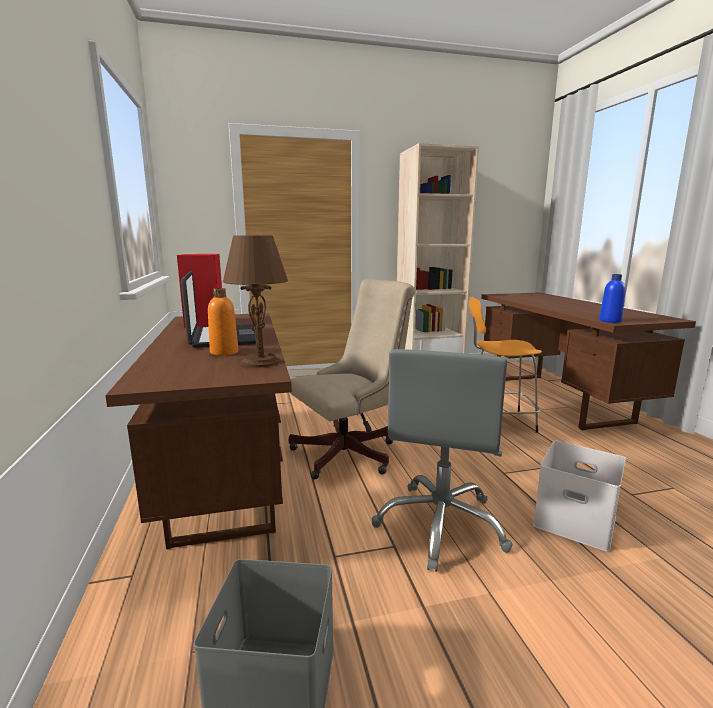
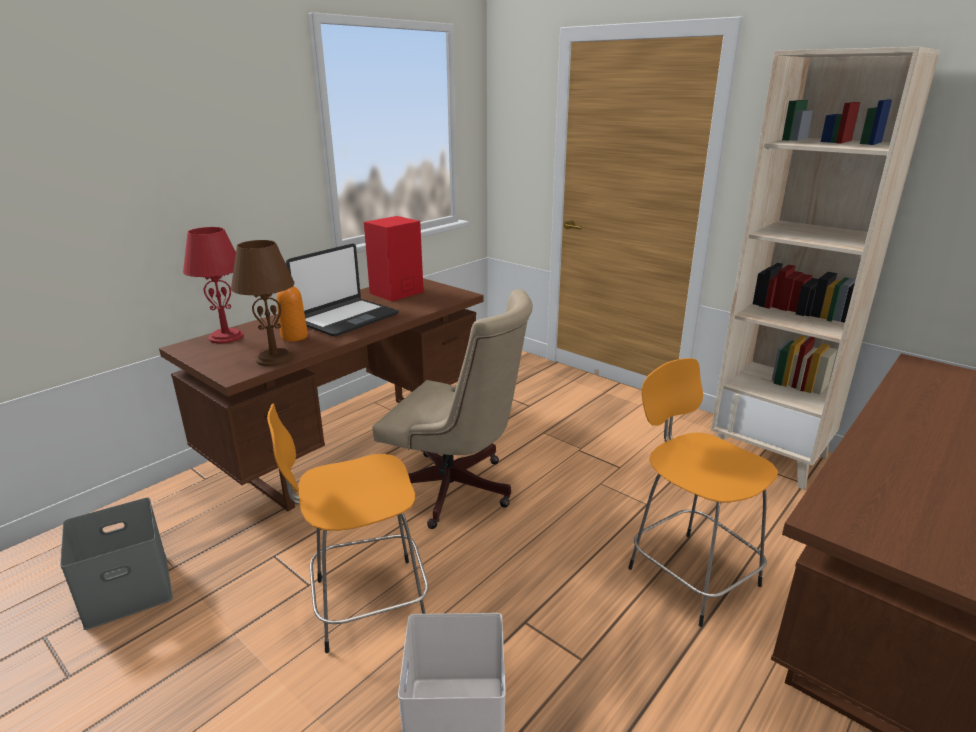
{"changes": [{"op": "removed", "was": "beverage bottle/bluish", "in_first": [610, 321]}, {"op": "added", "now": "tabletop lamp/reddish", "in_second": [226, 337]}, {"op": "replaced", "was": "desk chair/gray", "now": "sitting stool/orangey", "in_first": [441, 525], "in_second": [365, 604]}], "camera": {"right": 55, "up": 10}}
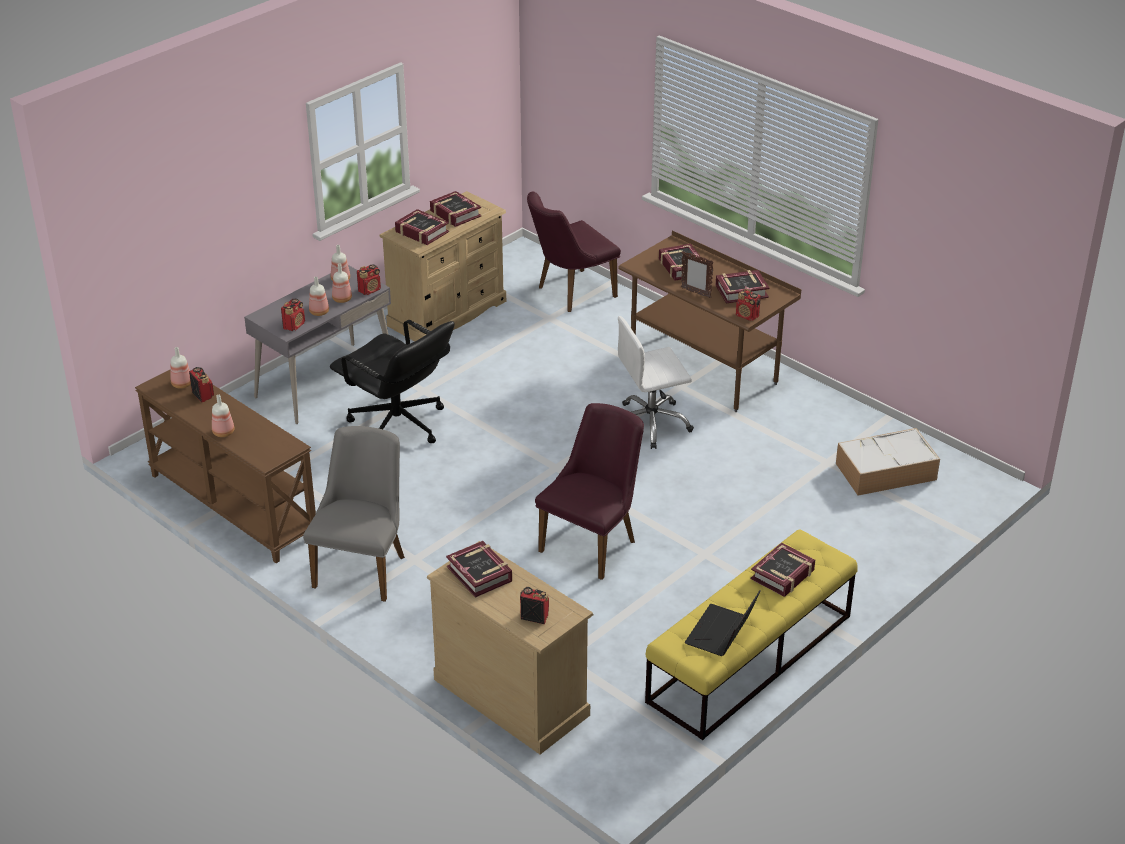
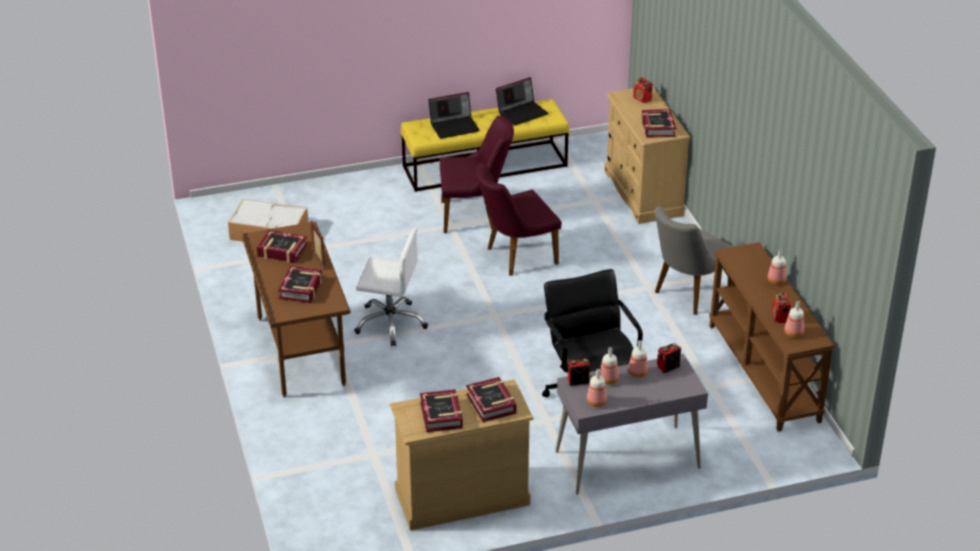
{"changes": [{"op": "removed", "was": "radio set", "in_first": [747, 316]}, {"op": "moved", "was": "chair/purple", "in_first": [570, 293], "in_second": [474, 215]}, {"op": "replaced", "was": "book", "now": "notebook computer", "in_first": [783, 575], "in_second": [454, 126]}], "camera": {"right": -150, "up": 0}}
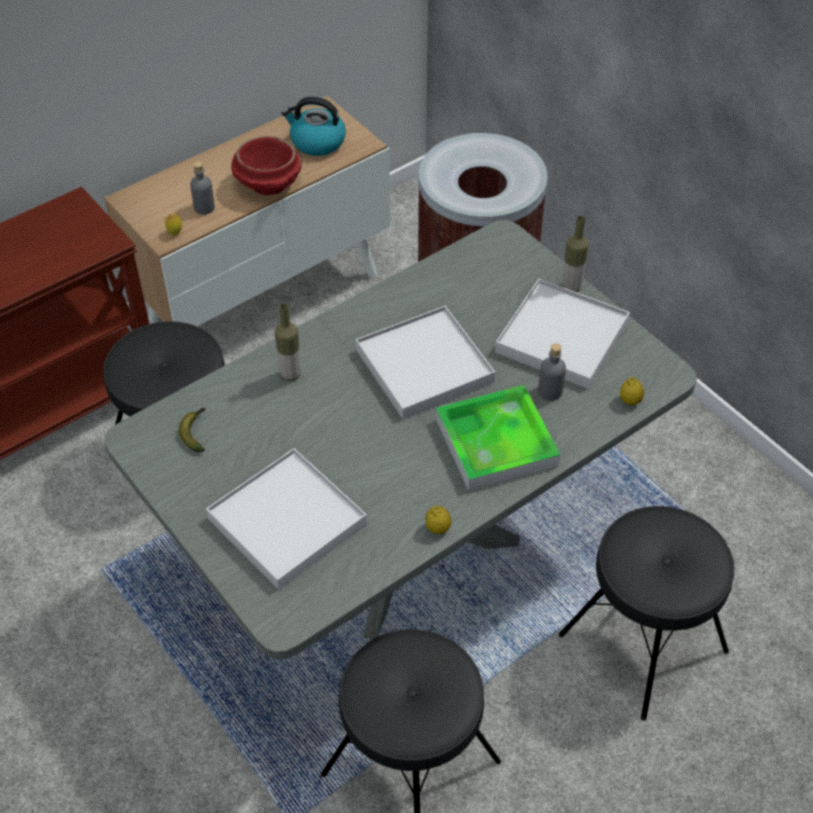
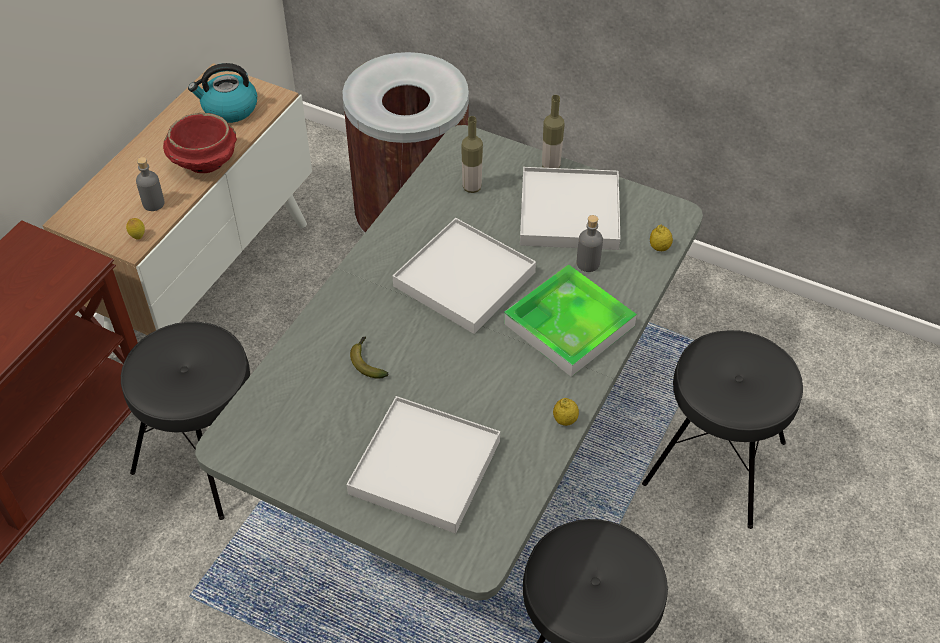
{"changes": [{"op": "moved", "was": "whole banana", "in_first": [195, 432], "in_second": [367, 361]}, {"op": "moved", "was": "beverage bottle", "in_first": [290, 374], "in_second": [472, 187]}], "camera": {"right": -25, "up": 0}}
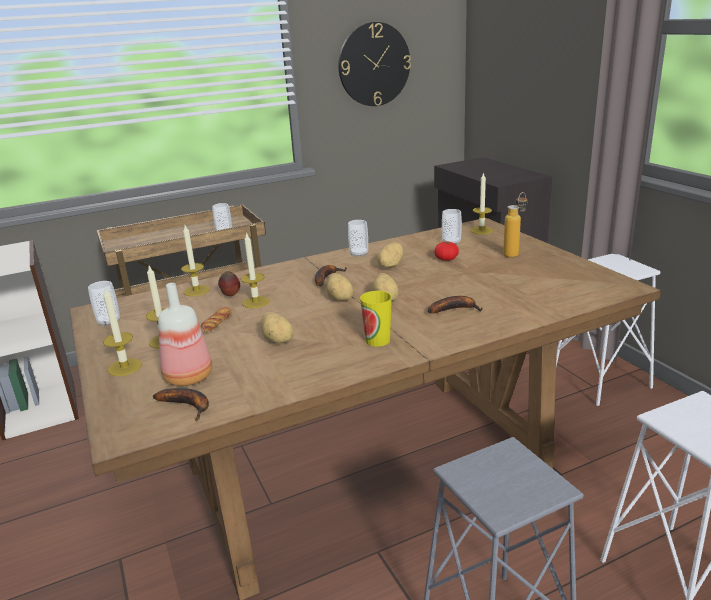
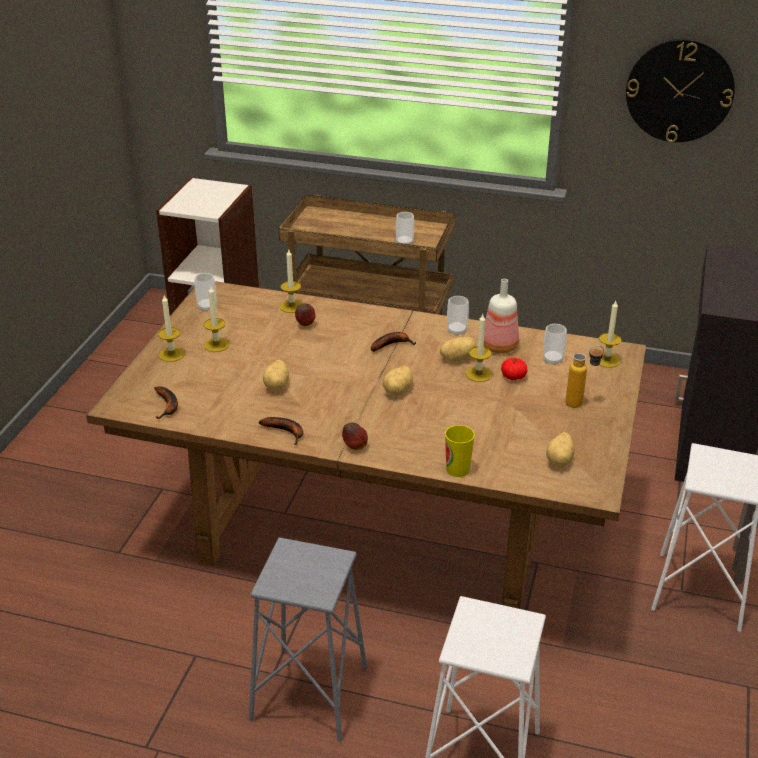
{"changes": [{"op": "removed", "was": "bakery bread", "in_first": [216, 323]}, {"op": "added", "now": "apple fruit", "in_second": [355, 447]}, {"op": "moved", "was": "beverage bottle", "in_first": [190, 377], "in_second": [500, 347]}, {"op": "moved", "was": "wax candle", "in_first": [255, 302], "in_second": [478, 374]}, {"op": "moved", "was": "spud", "in_first": [340, 298], "in_second": [560, 460]}, {"op": "moved", "was": "cup", "in_first": [377, 340], "in_second": [457, 469]}, {"op": "moved", "was": "whole banana", "in_first": [455, 309], "in_second": [286, 432]}], "camera": {"right": 40, "up": 10}}
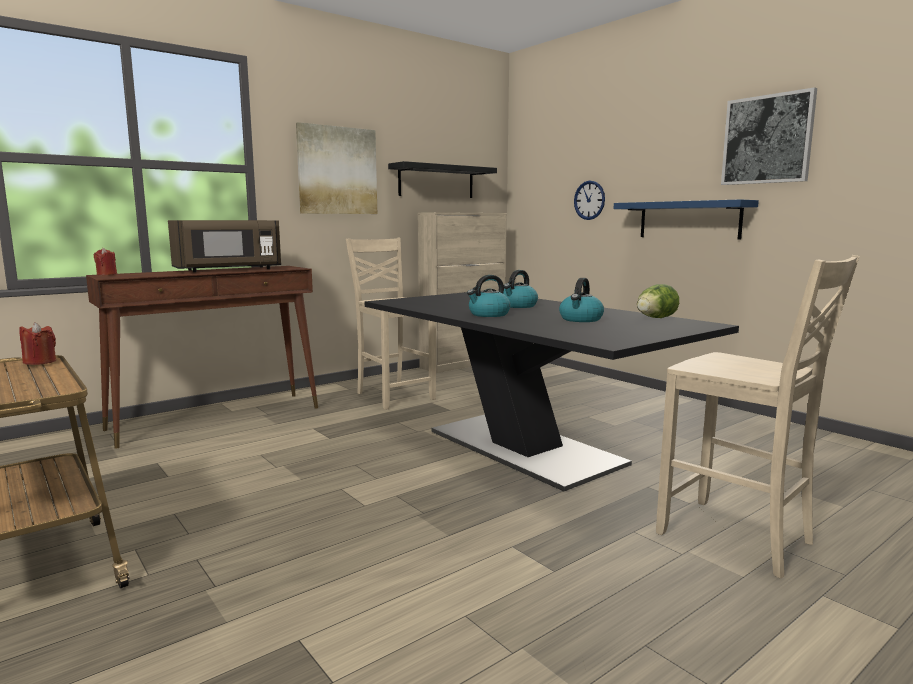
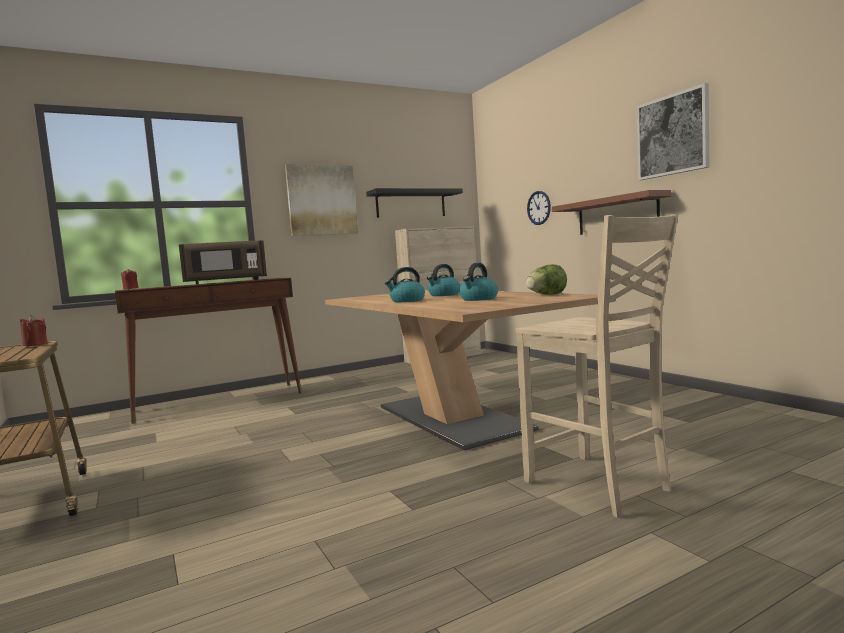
{"changes": [{"op": "removed", "was": "chair/beige-coloured", "in_first": [394, 396]}, {"op": "recoloured", "was": "dining table/black-coloured", "now": "dining table/beige-coloured", "in_first": [524, 448], "in_second": [451, 418]}, {"op": "recoloured", "was": "wall shelf/bluish", "now": "wall shelf/brownish", "in_first": [689, 220], "in_second": [617, 215]}], "camera": {"right": 10, "up": -5}}
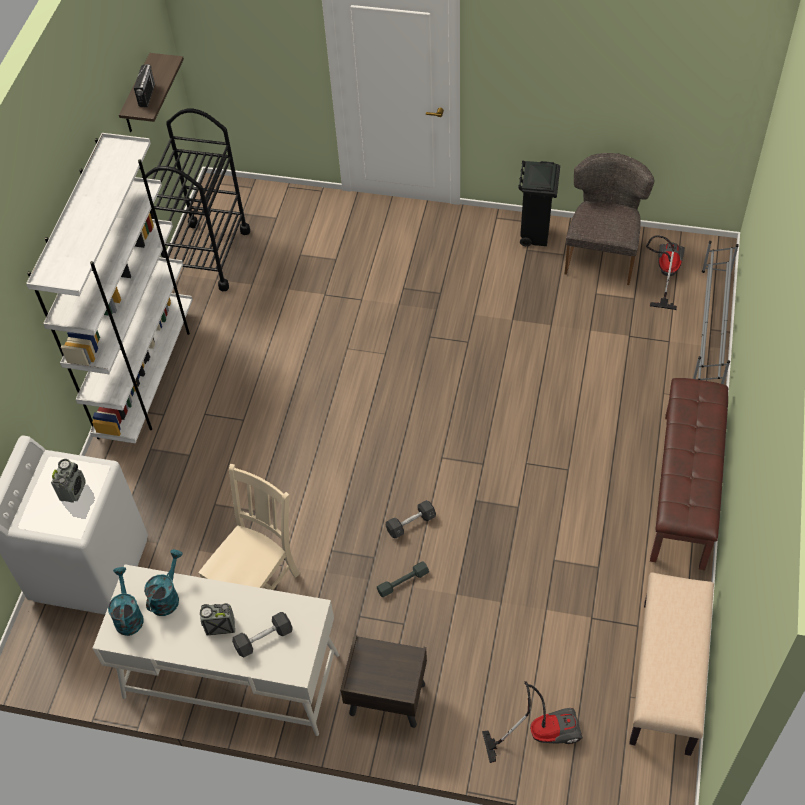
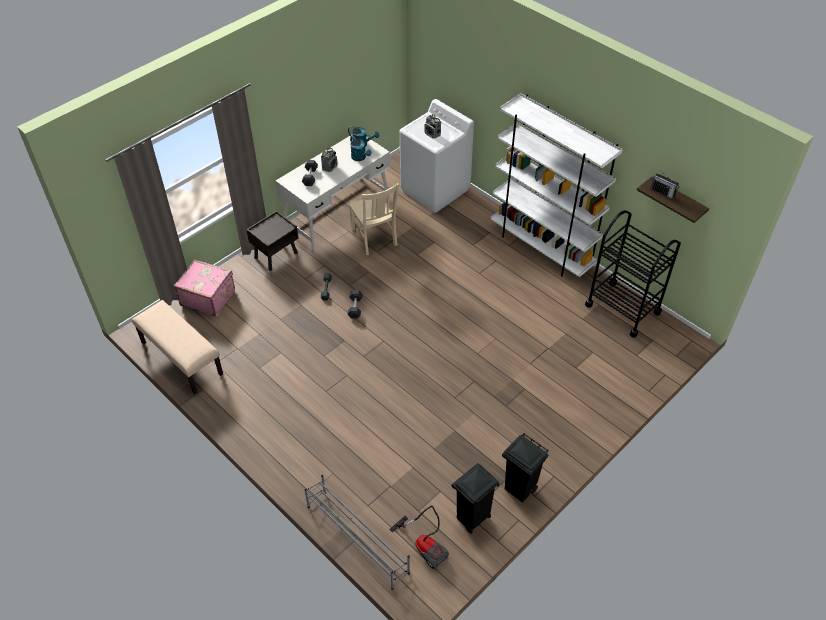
{"changes": [{"op": "removed", "was": "long seat/brownish", "in_first": [685, 490]}, {"op": "replaced", "was": "hoover", "now": "suitcase/pinkish", "in_first": [540, 732], "in_second": [208, 297]}, {"op": "replaced", "was": "chair/gray", "now": "trash can/black-coloured", "in_first": [602, 254], "in_second": [472, 519]}], "camera": {"right": 120, "up": -5}}
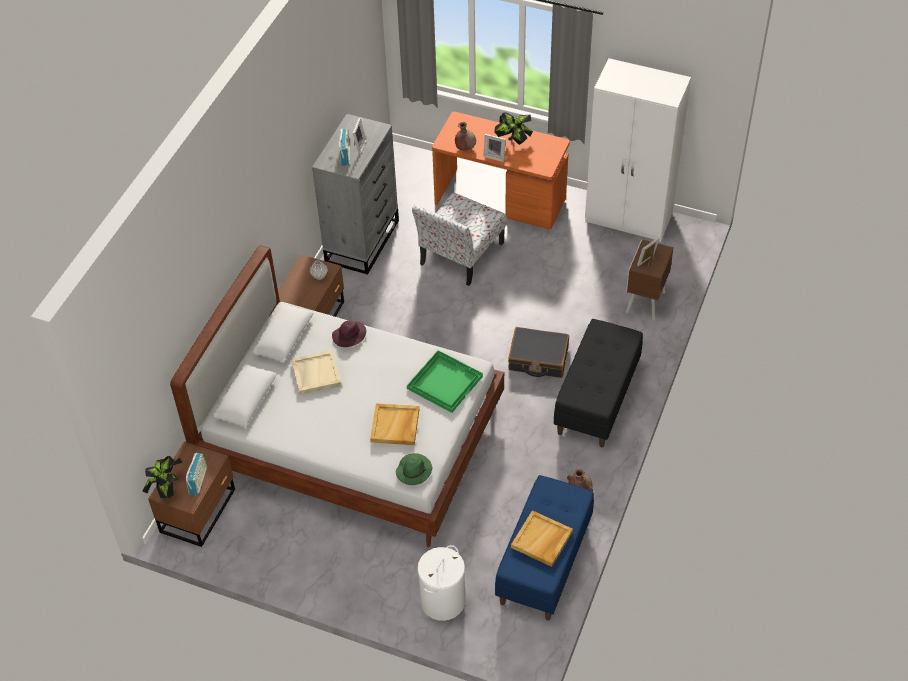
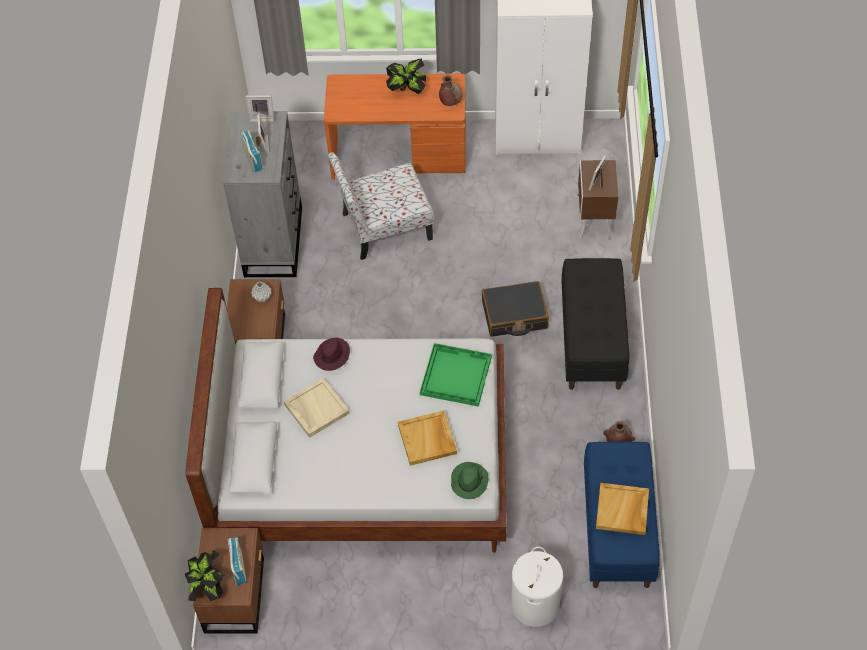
{"changes": [{"op": "moved", "was": "flower vase/brownish", "in_first": [465, 147], "in_second": [450, 102]}, {"op": "moved", "was": "picture frame", "in_first": [495, 156], "in_second": [262, 117]}, {"op": "turned", "was": "chair", "in_first": [460, 255], "in_second": [384, 227], "clockwise": 60}], "camera": {"right": -20, "up": 5}}
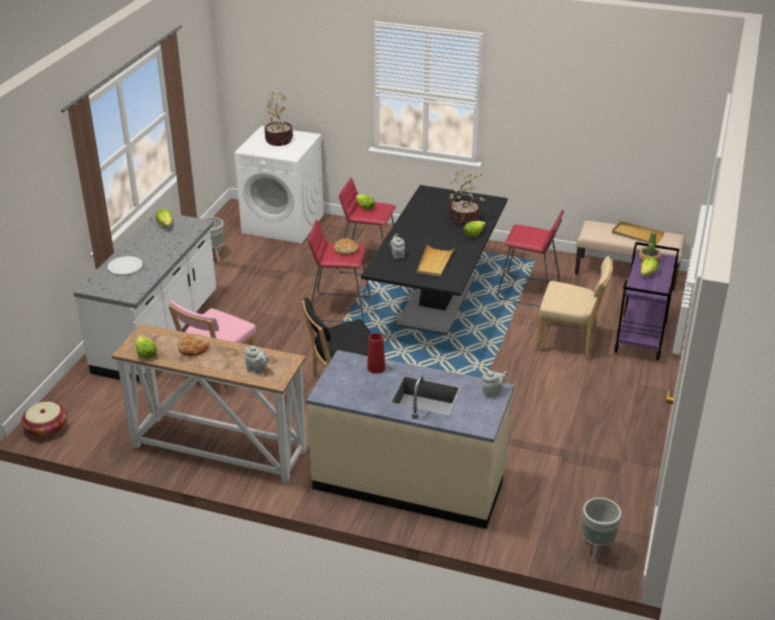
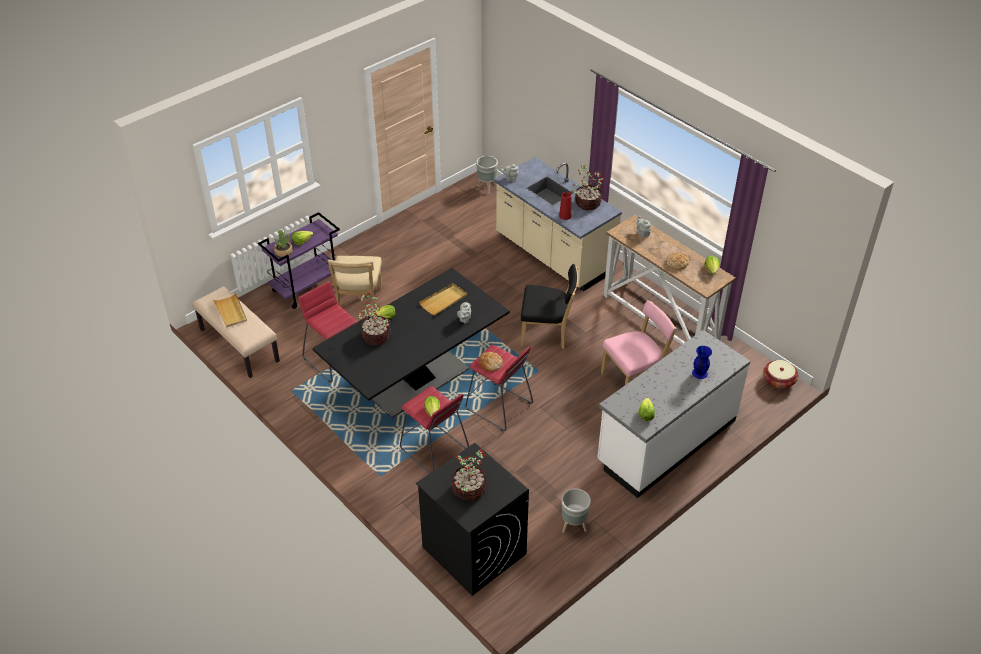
{"changes": [{"op": "added", "now": "houseplant", "in_second": [587, 203]}, {"op": "replaced", "was": "plate/white-coloured", "now": "flower vase/bluish", "in_first": [125, 266], "in_second": [699, 373]}, {"op": "recoloured", "was": "laundry machine/white-coloured", "now": "laundry machine/black-coloured", "in_first": [283, 224], "in_second": [473, 550]}, {"op": "turned", "was": "chair/beige-coloured", "in_first": [569, 342], "in_second": [359, 303], "clockwise": -135}], "camera": {"right": -150, "up": 10}}
